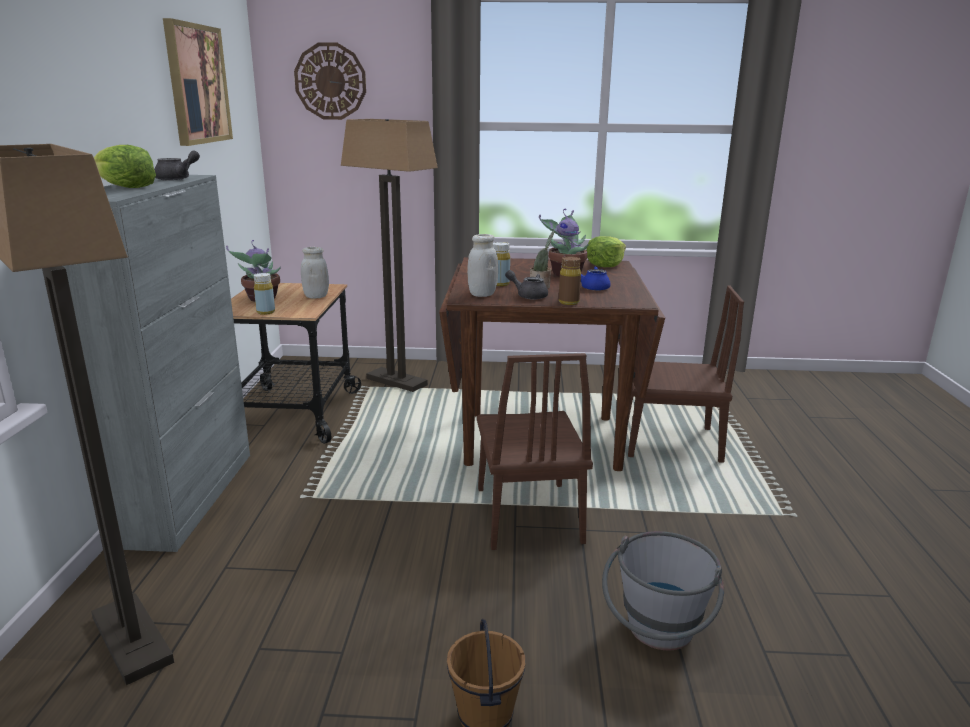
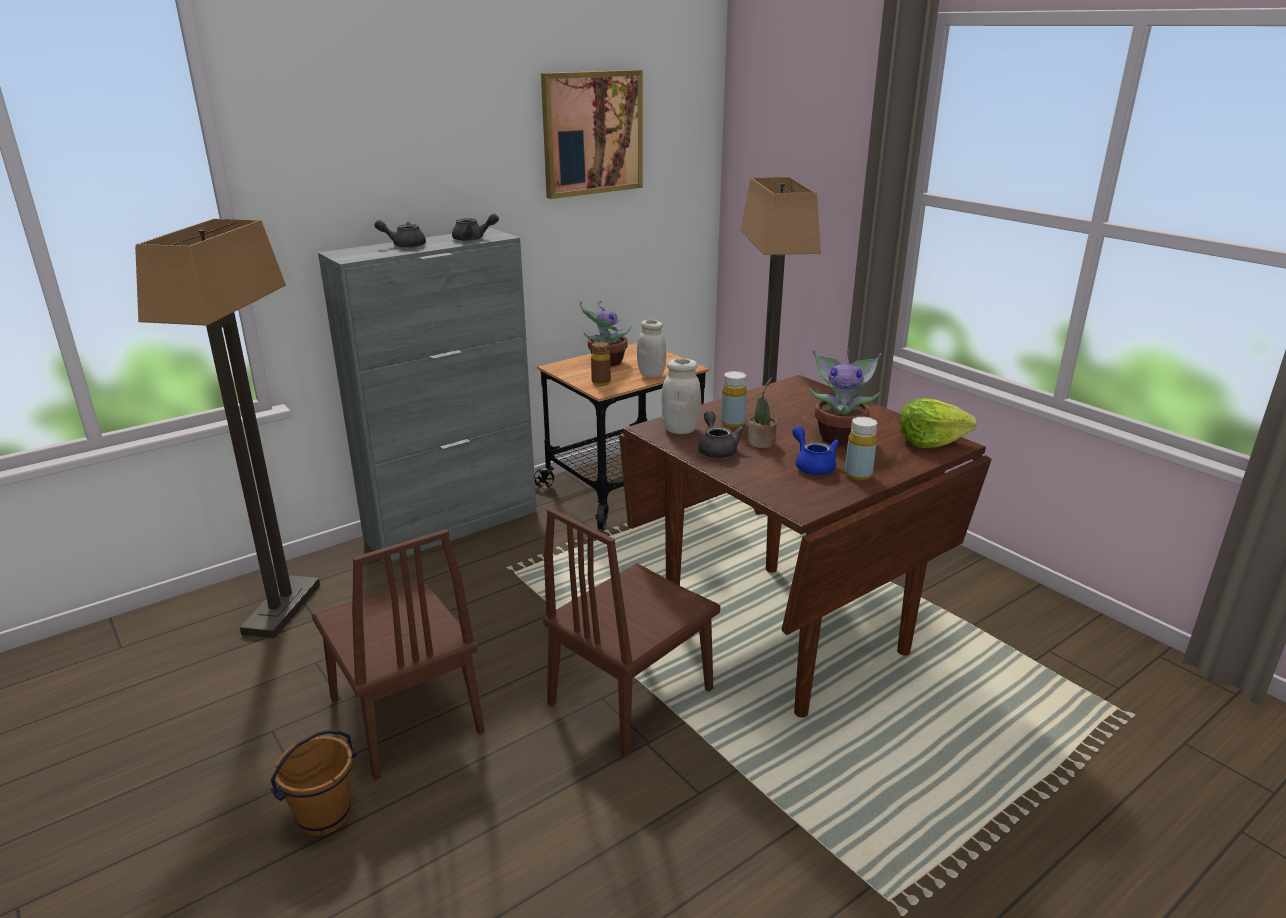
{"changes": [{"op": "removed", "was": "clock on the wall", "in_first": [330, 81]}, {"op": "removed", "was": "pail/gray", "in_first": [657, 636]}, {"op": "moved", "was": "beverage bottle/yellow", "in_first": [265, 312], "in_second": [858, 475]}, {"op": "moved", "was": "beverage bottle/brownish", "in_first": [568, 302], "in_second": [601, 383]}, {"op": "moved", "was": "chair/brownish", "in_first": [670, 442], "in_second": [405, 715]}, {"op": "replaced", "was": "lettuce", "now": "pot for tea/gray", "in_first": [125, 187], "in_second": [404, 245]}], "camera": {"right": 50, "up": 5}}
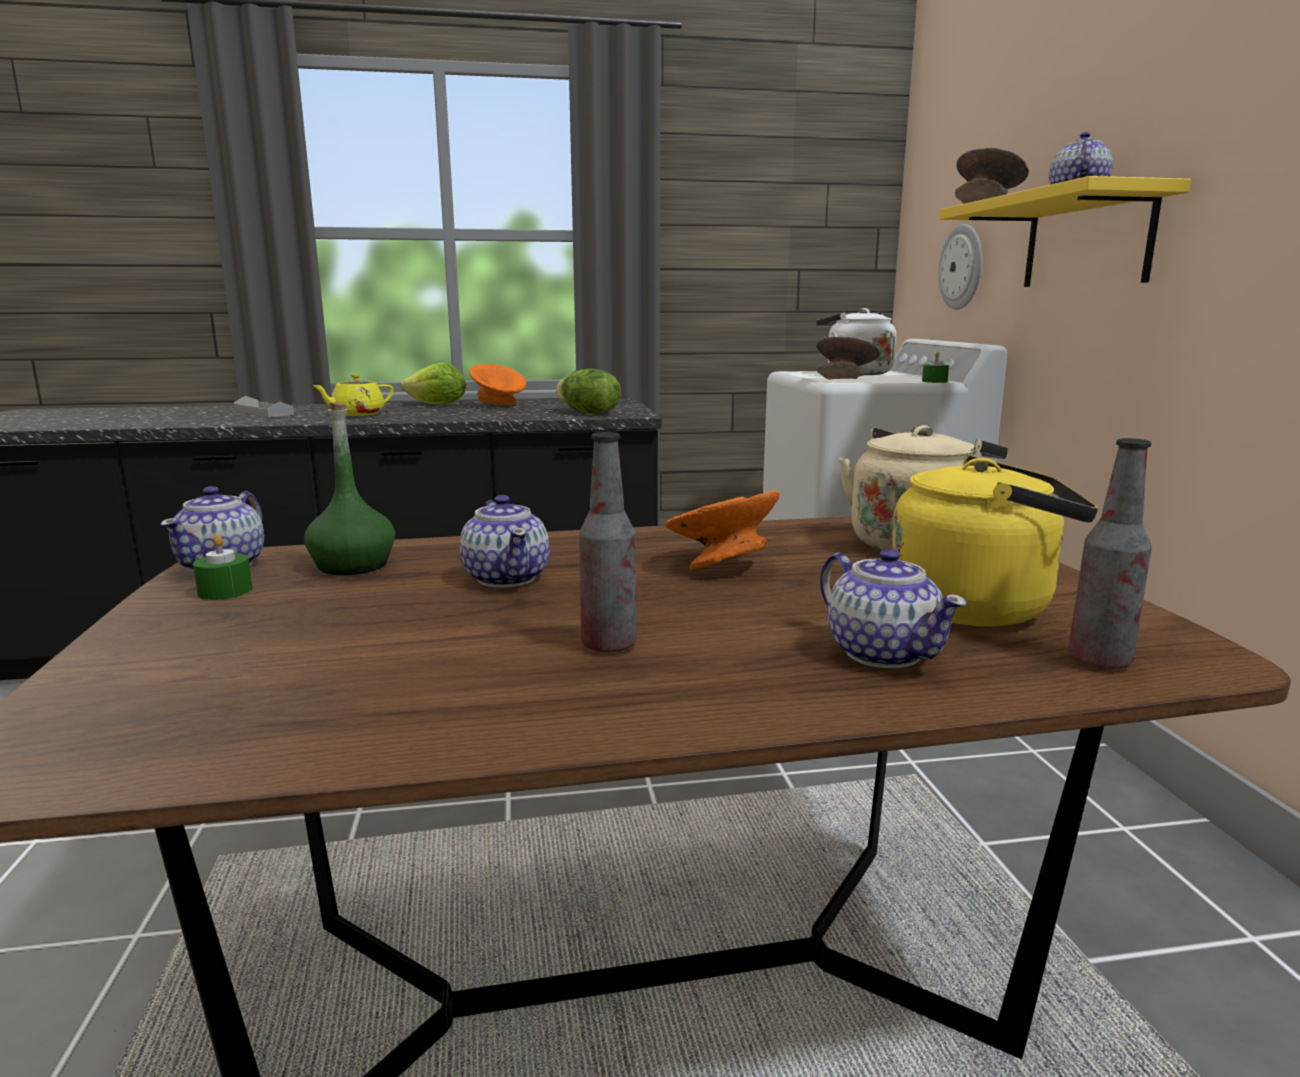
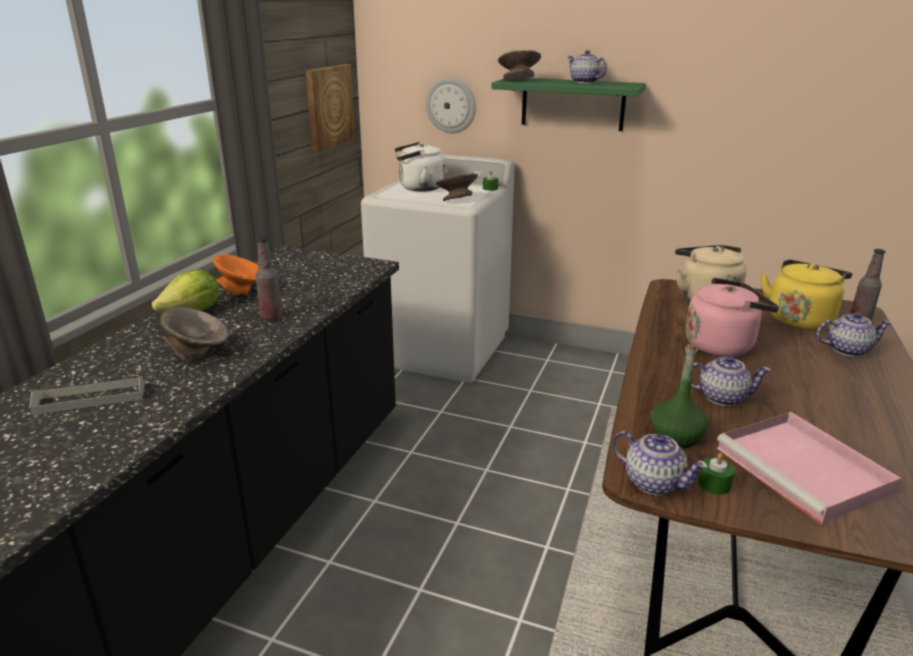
{"changes": [{"op": "removed", "was": "lettuce", "in_first": [588, 413]}, {"op": "added", "now": "picture", "in_second": [328, 106]}, {"op": "added", "now": "carrying tray/pinkish", "in_second": [805, 471]}, {"op": "moved", "was": "beverage bottle", "in_first": [608, 645], "in_second": [271, 317]}, {"op": "replaced", "was": "pot for tea/yellow", "now": "bowl/gray", "in_first": [357, 414], "in_second": [199, 354]}, {"op": "replaced", "was": "bowl/orangey", "now": "tea kettle/pinkish", "in_first": [720, 565], "in_second": [722, 345]}, {"op": "recoloured", "was": "wall shelf/yellow", "now": "wall shelf/greenish", "in_first": [1086, 241], "in_second": [572, 104]}], "camera": {"right": -60, "up": 10}}
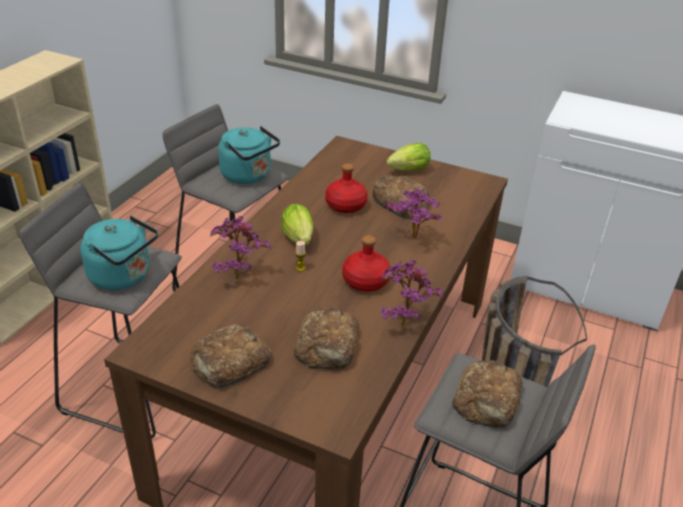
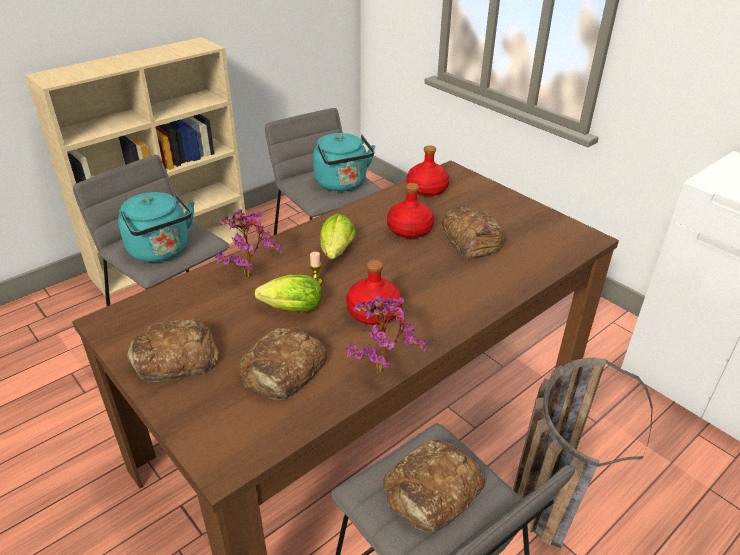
{"changes": [{"op": "removed", "was": "houseplant", "in_first": [412, 240]}, {"op": "added", "now": "beverage bottle/reddish", "in_second": [426, 189]}, {"op": "moved", "was": "lettuce", "in_first": [406, 170], "in_second": [289, 309]}], "camera": {"right": 25, "up": 0}}
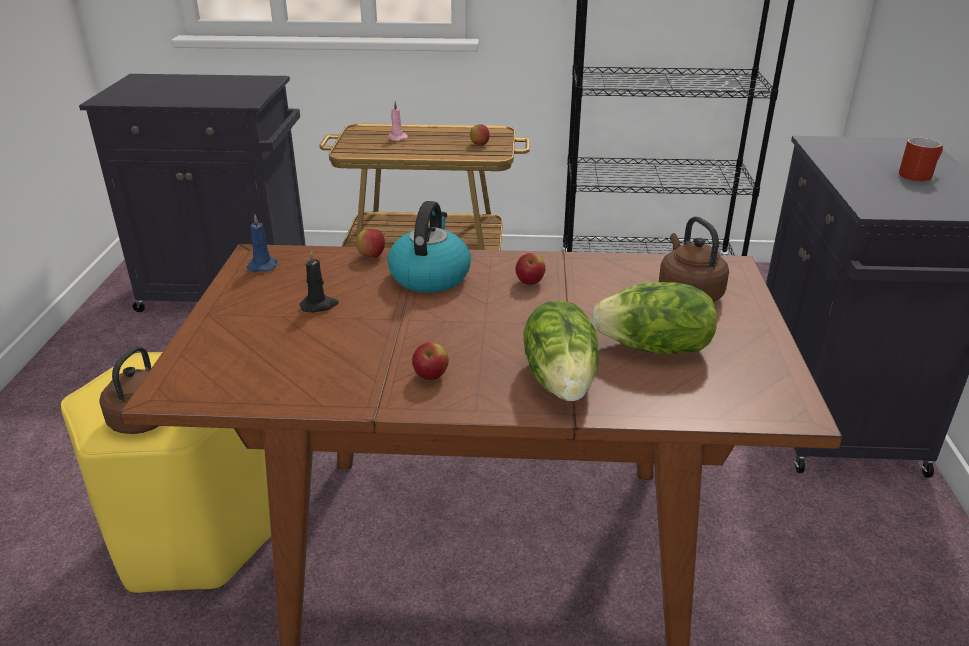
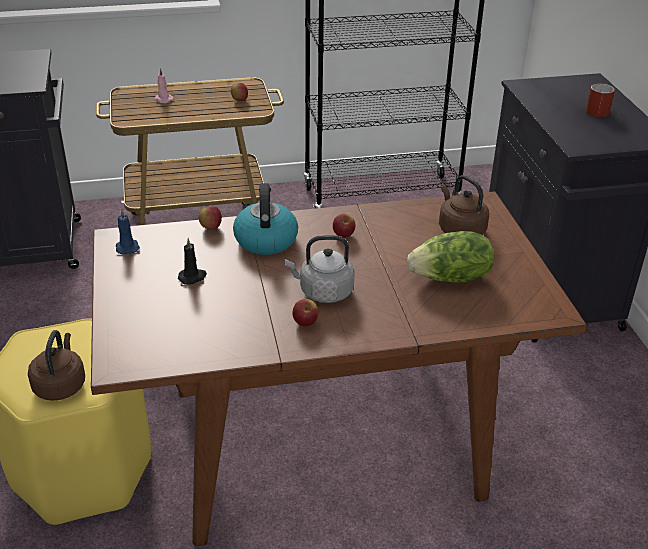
{"changes": [{"op": "removed", "was": "lettuce", "in_first": [562, 380]}, {"op": "added", "now": "tea kettle/gray", "in_second": [323, 292]}], "camera": {"right": -15, "up": 5}}
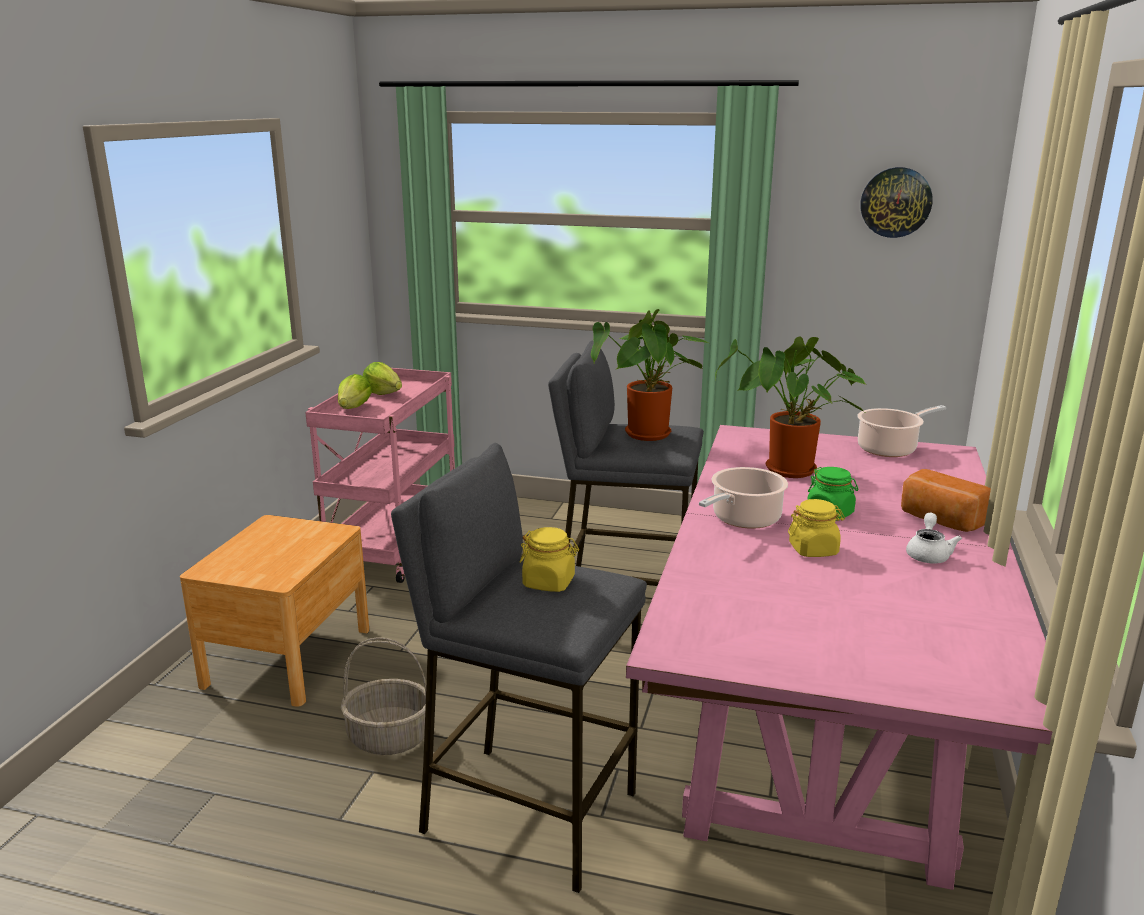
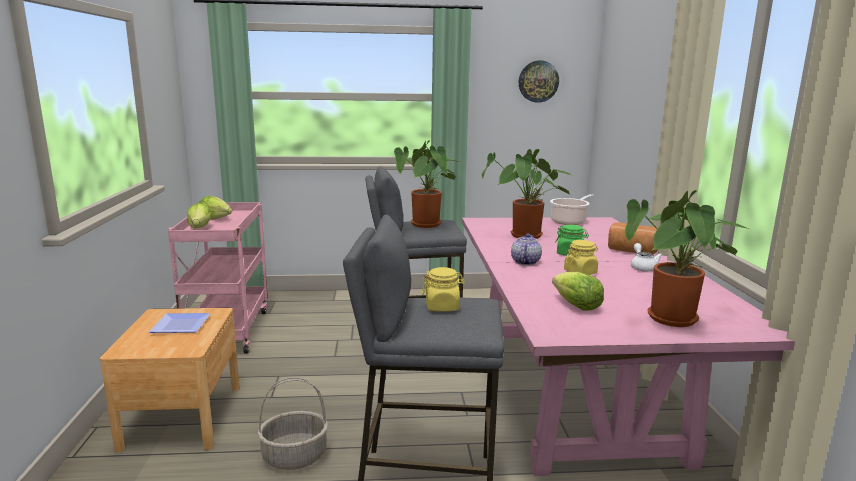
{"changes": [{"op": "added", "now": "plate", "in_second": [182, 326]}, {"op": "added", "now": "lettuce", "in_second": [576, 306]}, {"op": "added", "now": "houseplant", "in_second": [673, 321]}, {"op": "replaced", "was": "stockpot", "now": "pot for tea", "in_first": [743, 519], "in_second": [525, 262]}], "camera": {"right": -20, "up": -5}}
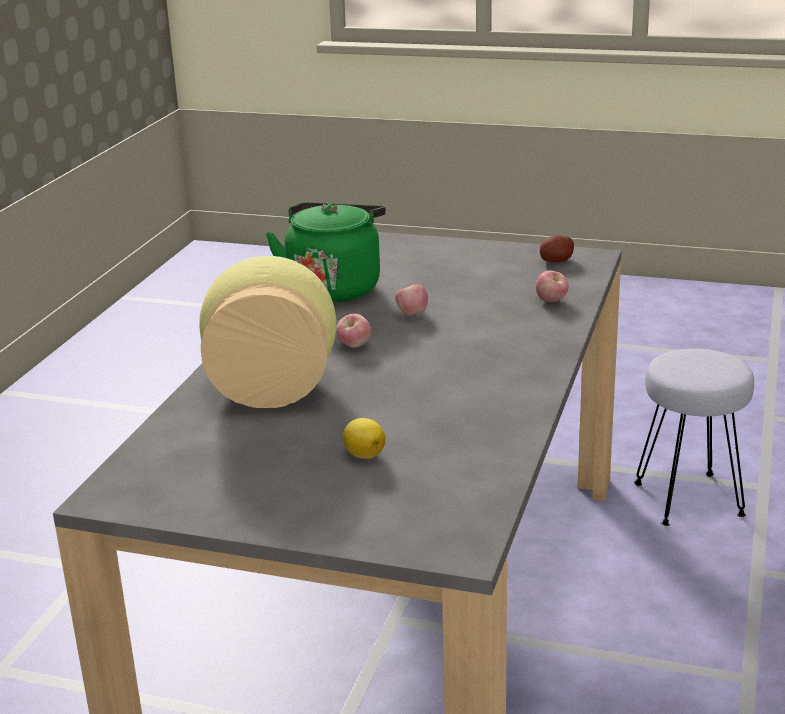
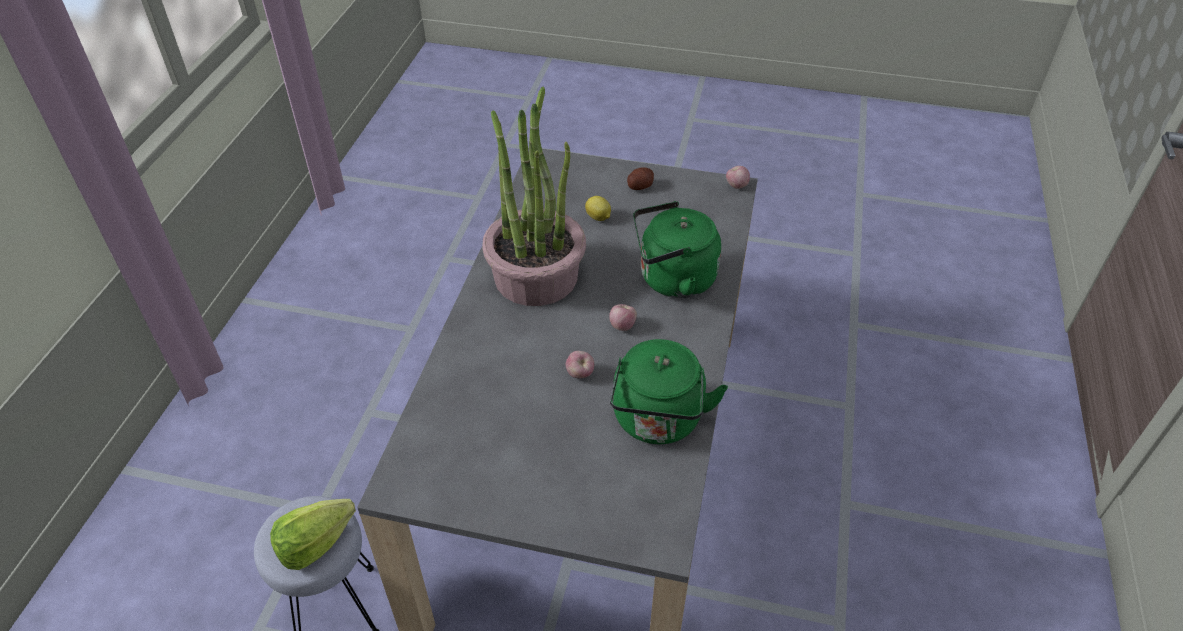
{"changes": [{"op": "added", "now": "lettuce", "in_second": [315, 544]}, {"op": "added", "now": "houseplant", "in_second": [536, 275]}, {"op": "moved", "was": "apple fruit", "in_first": [551, 301], "in_second": [736, 186]}, {"op": "moved", "was": "spud", "in_first": [556, 261], "in_second": [640, 186]}, {"op": "replaced", "was": "flower vase", "now": "tea kettle/greenish", "in_first": [273, 385], "in_second": [672, 279]}], "camera": {"right": 175, "up": 20}}
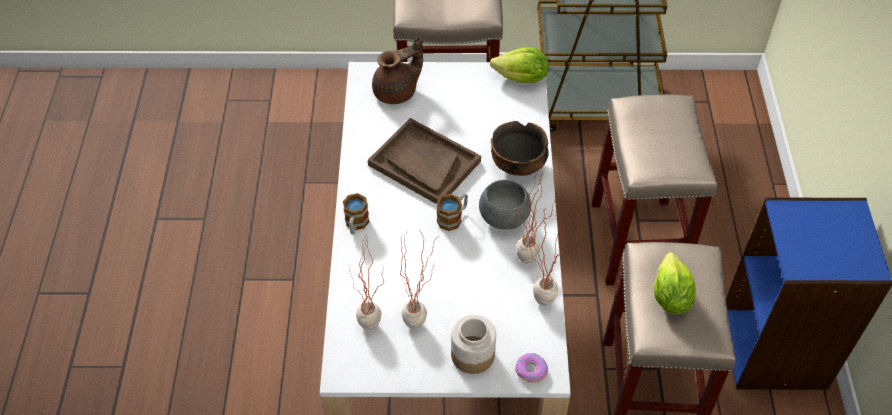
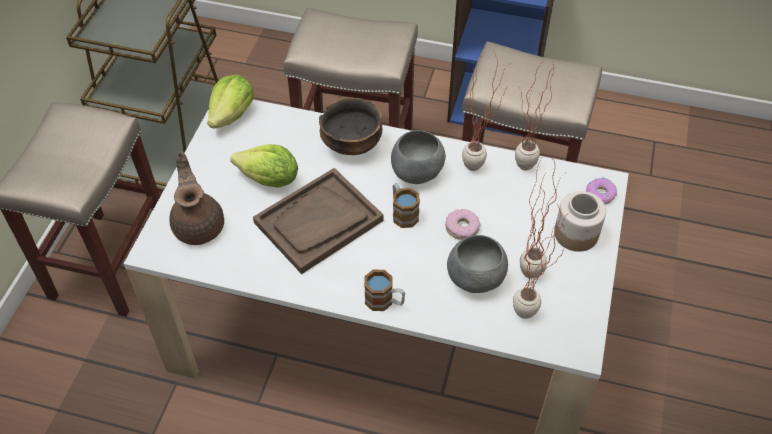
{"changes": [{"op": "added", "now": "doughnut", "in_second": [462, 228]}, {"op": "added", "now": "bowl/gray", "in_second": [475, 279]}, {"op": "moved", "was": "lettuce", "in_first": [670, 297], "in_second": [269, 180]}], "camera": {"right": -75, "up": 0}}
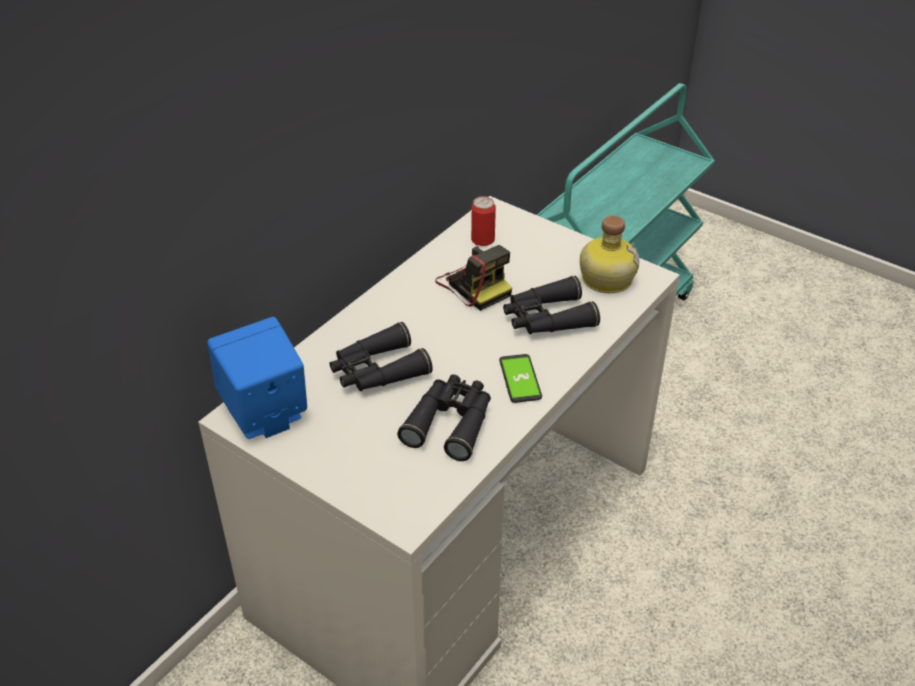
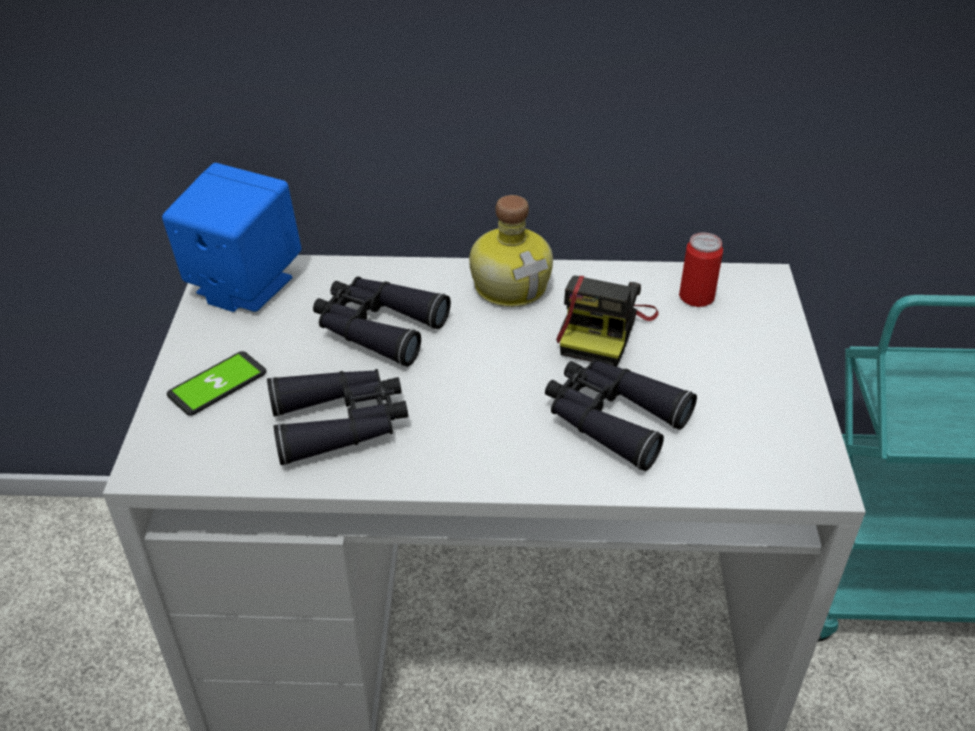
{"changes": [{"op": "moved", "was": "telephone", "in_first": [520, 379], "in_second": [217, 384]}, {"op": "moved", "was": "beverage bottle", "in_first": [605, 278], "in_second": [511, 285]}], "camera": {"right": 55, "up": 0}}
